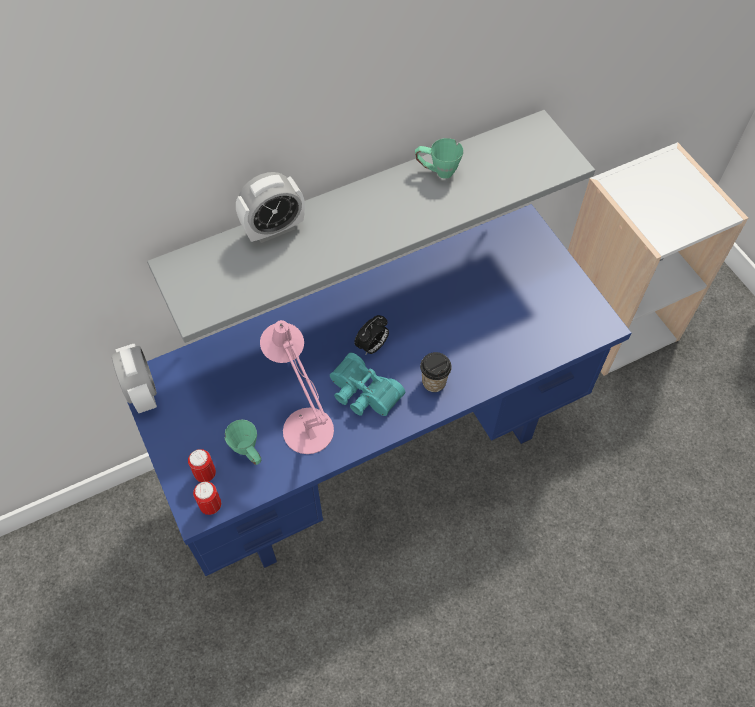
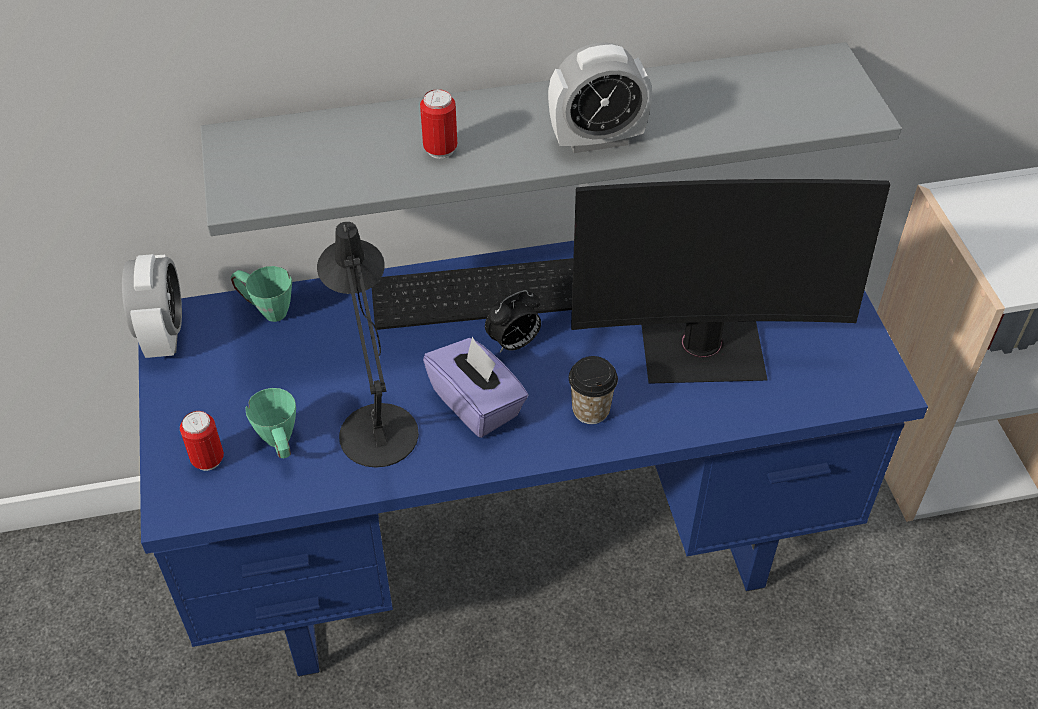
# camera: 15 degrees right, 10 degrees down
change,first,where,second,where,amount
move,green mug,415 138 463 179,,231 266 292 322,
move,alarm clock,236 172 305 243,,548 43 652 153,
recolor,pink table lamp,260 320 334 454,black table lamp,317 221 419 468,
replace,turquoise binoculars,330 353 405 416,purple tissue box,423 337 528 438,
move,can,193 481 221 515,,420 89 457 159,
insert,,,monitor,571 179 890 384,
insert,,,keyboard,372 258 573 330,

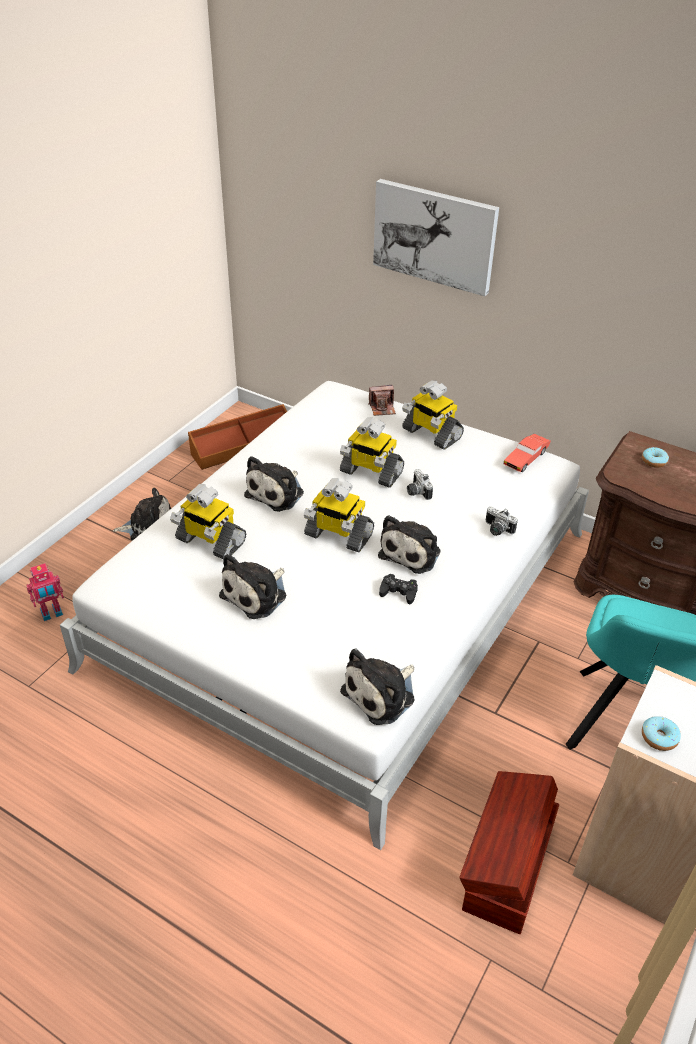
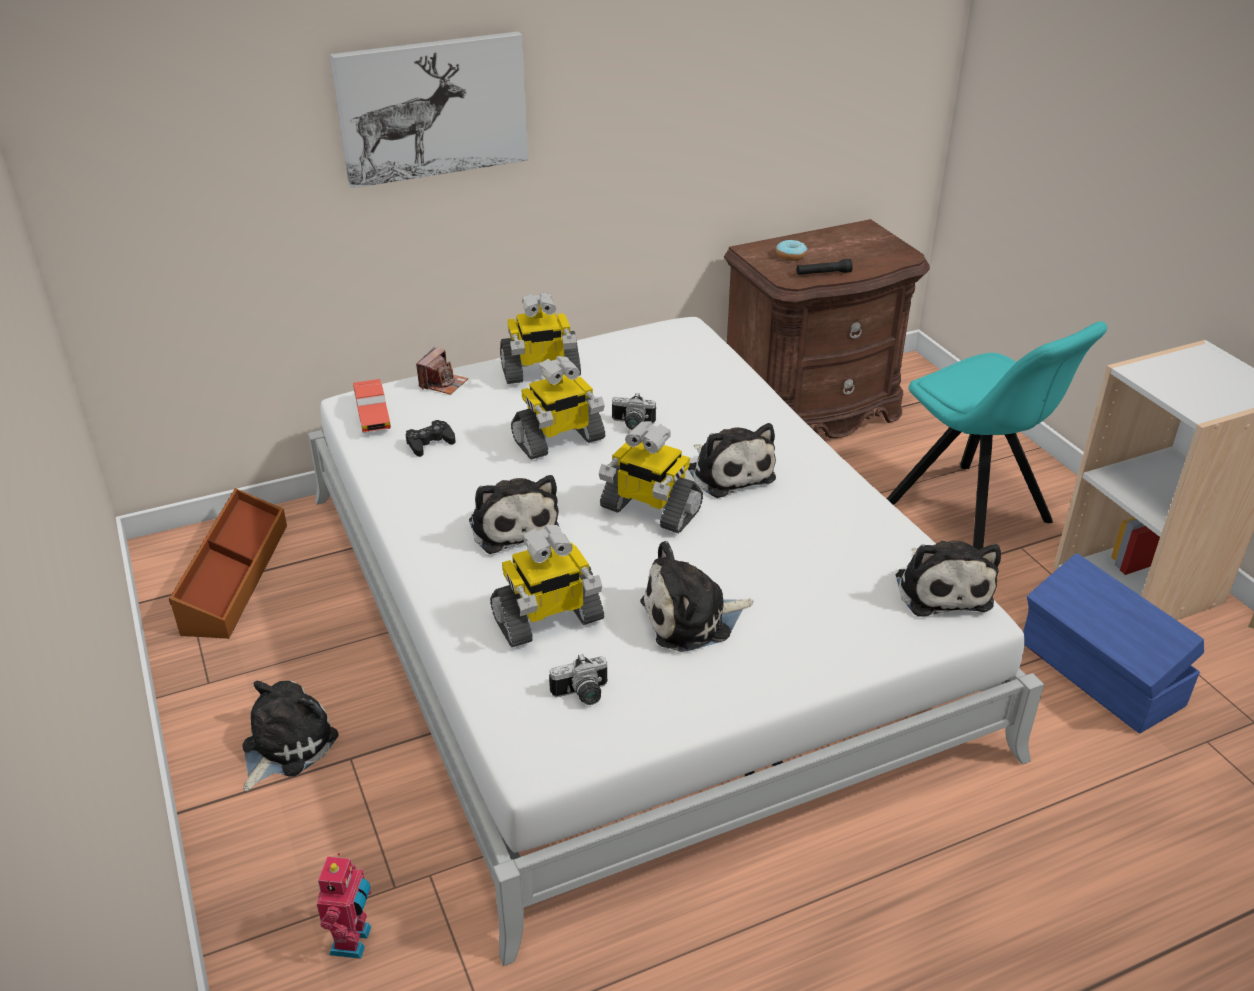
# camera: 55 degrees left, 5 degrees down
change,first,where,second,where,amount
move,red toy car,504 434 551 472,,353 379 391 432,
rotate,toy robot,304 478 374 553,,599 421 703 534,60 degrees clockwise
move,photo camera,486 507 518 536,,549 654 607 705,
rotate,plush toy,219 554 286 619,,640 541 753 652,90 degrees clockwise
move,black game controller,379 574 418 604,,406 420 456 457,
delete,donut,642 716 681 751,,,
recolor,brown storage box,459 771 559 934,blue storage box,1023 553 1204 733,
insert,,,black flashlight,797 259 853 275,

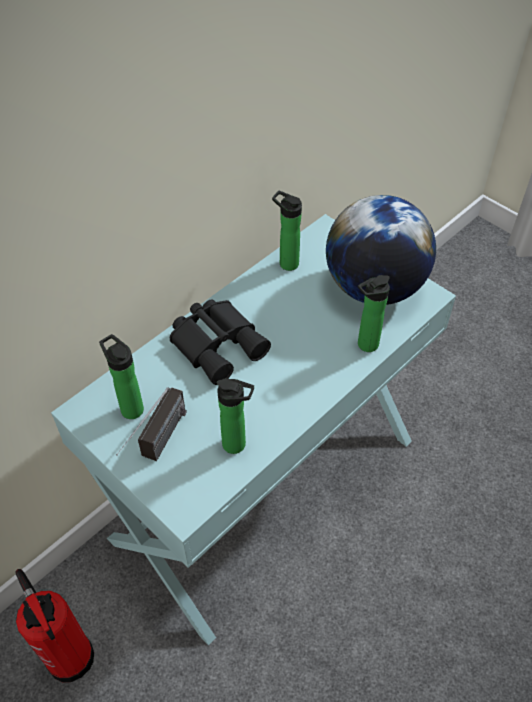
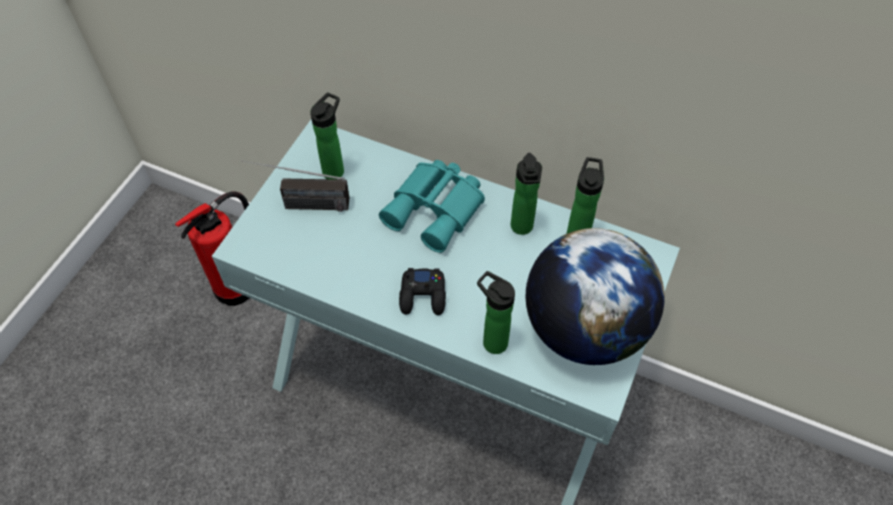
# camera: 70 degrees right, 5 degrees up
change,first,where,second,where,amount
recolor,black binoculars,170 299 271 385,turquoise binoculars,379 160 485 253,
move,bottle,217 378 254 454,,511 153 542 235,
insert,,,black game controller,399 268 446 315,

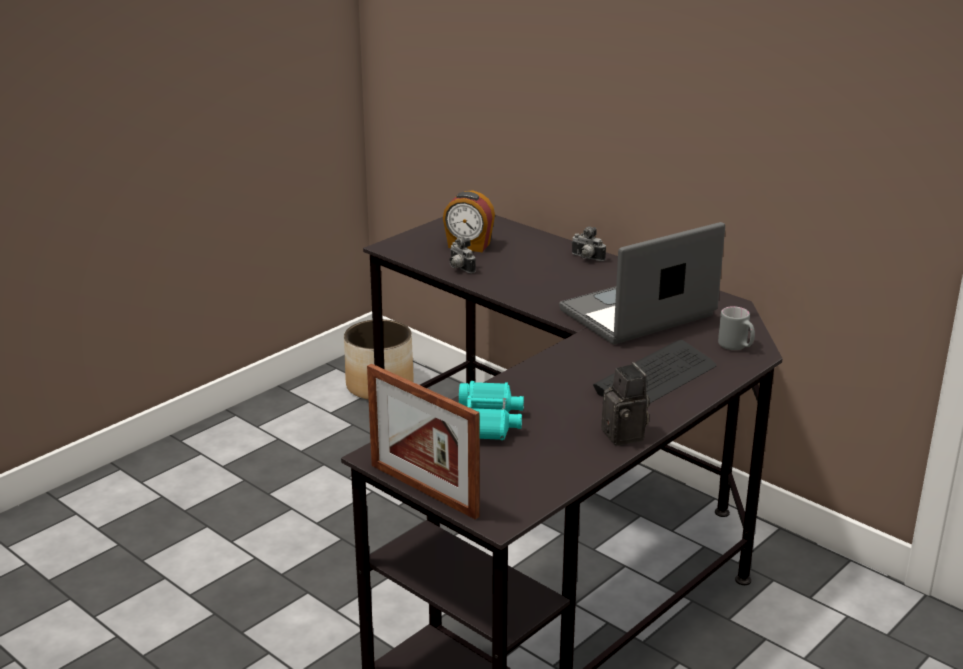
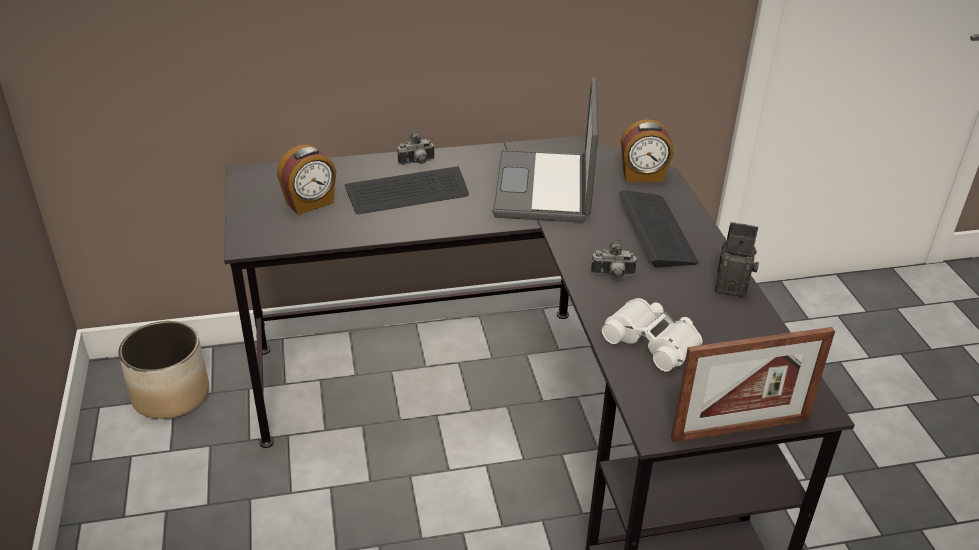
# camera: 55 degrees left, 10 degrees up
change,first,where,second,where,amount
move,photo camera,449 236 476 274,,591 239 637 279,
replace,grey mug,718 306 755 350,alarm clock,621 119 674 182,
recolor,turquoise binoculars,459 381 524 440,white binoculars,602 298 703 372,
insert,,,keyboard,345 166 469 214,

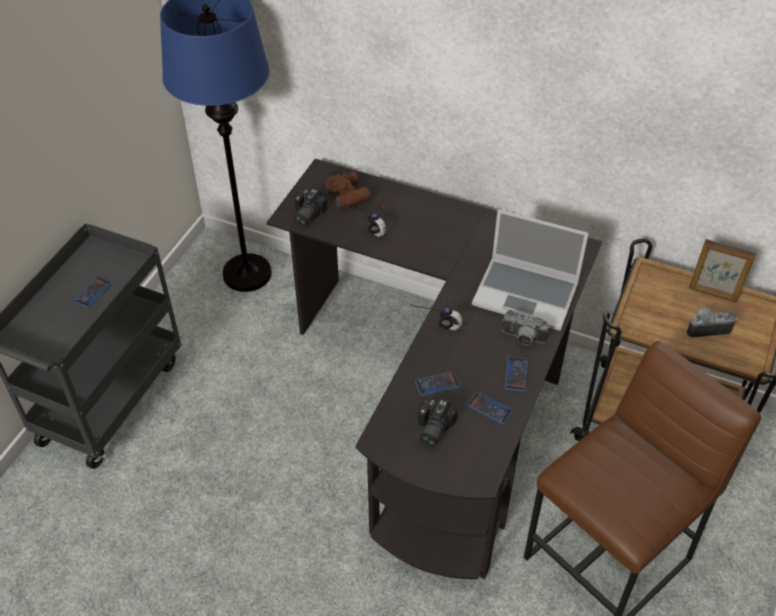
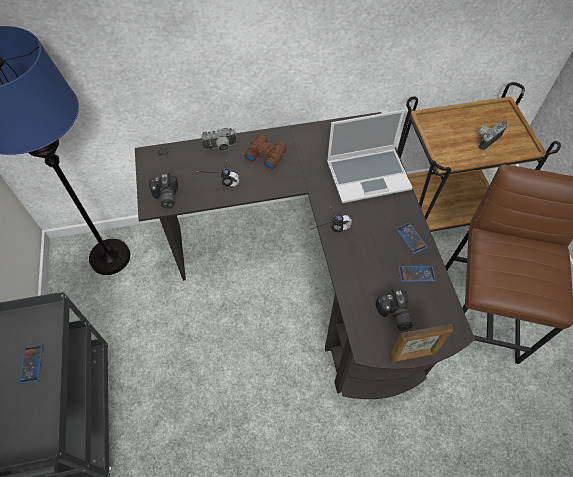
# camera: 35 degrees left, 10 degrees up
change,first,where,second,where,amount
move,brown binoculars,323 172 370 210,,245 135 287 170,
move,picture frame,689 239 756 302,,389 324 453 362,
move,photo camera,502 310 550 345,,201 128 236 151,
delete,phone,415 371 460 396,,,

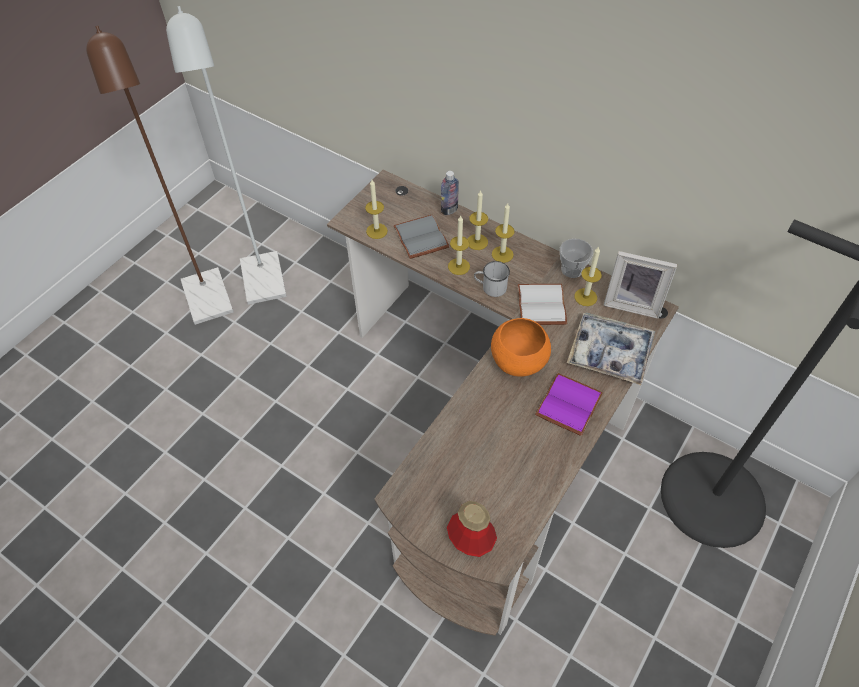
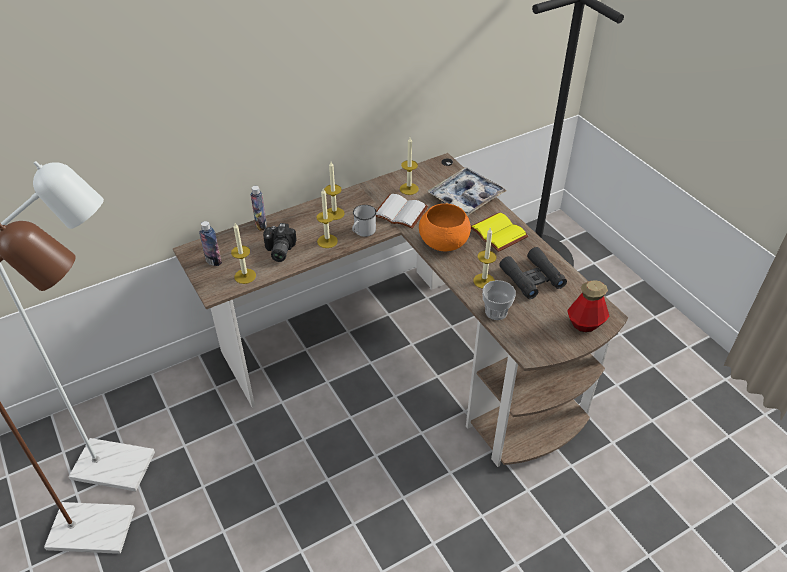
# camera: 65 degrees left, 10 degrees down
change,first,where,second,where,amount
move,candle,468 190 488 250,,473 227 496 289,
replace,grey book,394 215 449 259,photo camera,263 223 297 262,
move,cup,560 239 593 278,,482 280 516 320,
delete,picture frame,604 251 677 319,,,
recolor,purple book,535 373 603 436,yellow book,471 212 528 252,
insert,,,bottle,199 221 222 266,
insert,,,black binoculars,499 247 567 299,

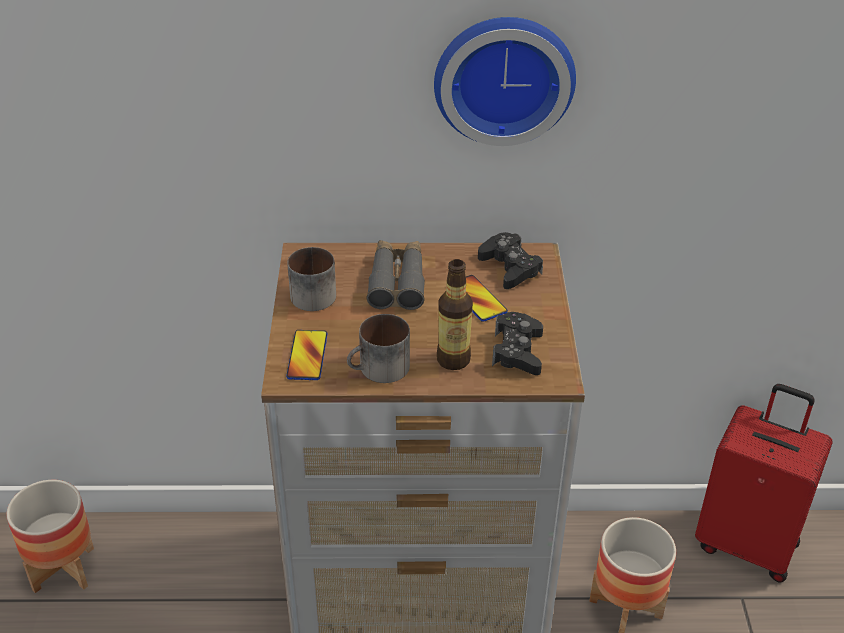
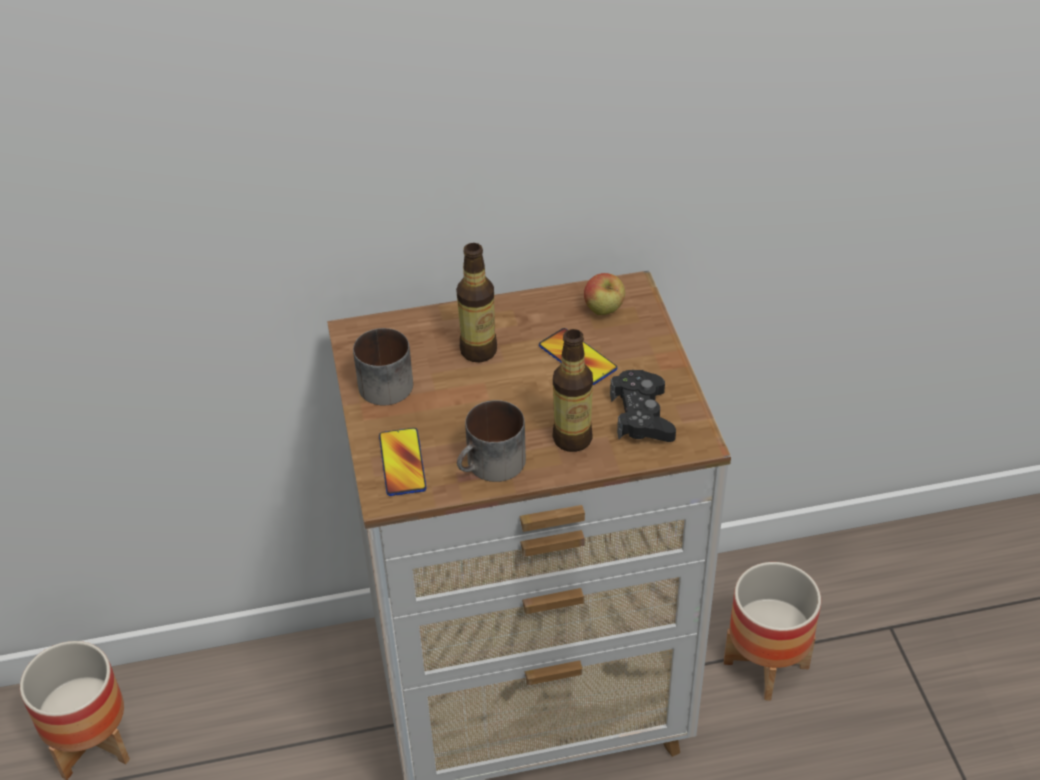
# camera: 10 degrees left, 5 degrees up
change,first,where,second,where,amount
delete,wall clock,434 17 576 146,,,
replace,black game controller,478 232 543 289,apple,584 273 625 315,
replace,grey binoculars,367 240 425 310,bottle,456 243 497 363,
delete,red suitcase,695 384 833 582,,,

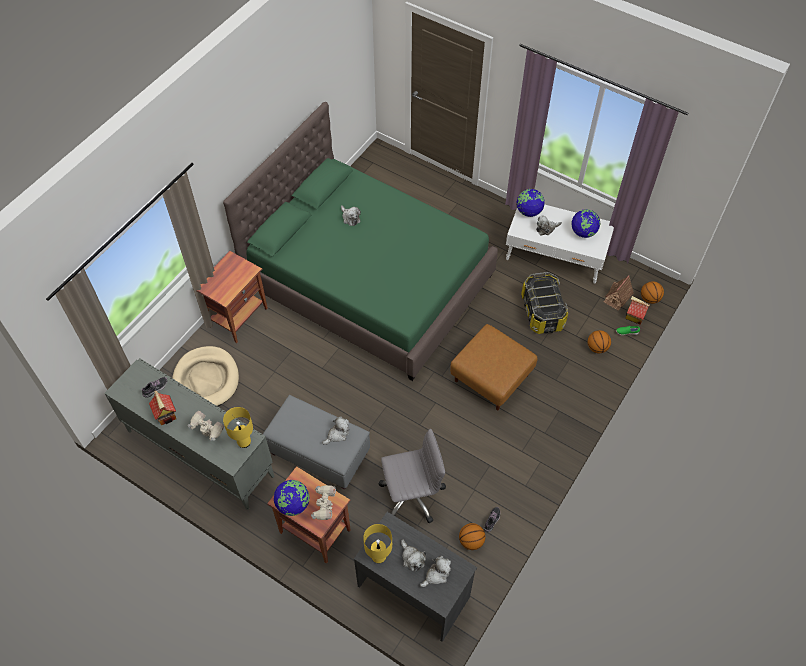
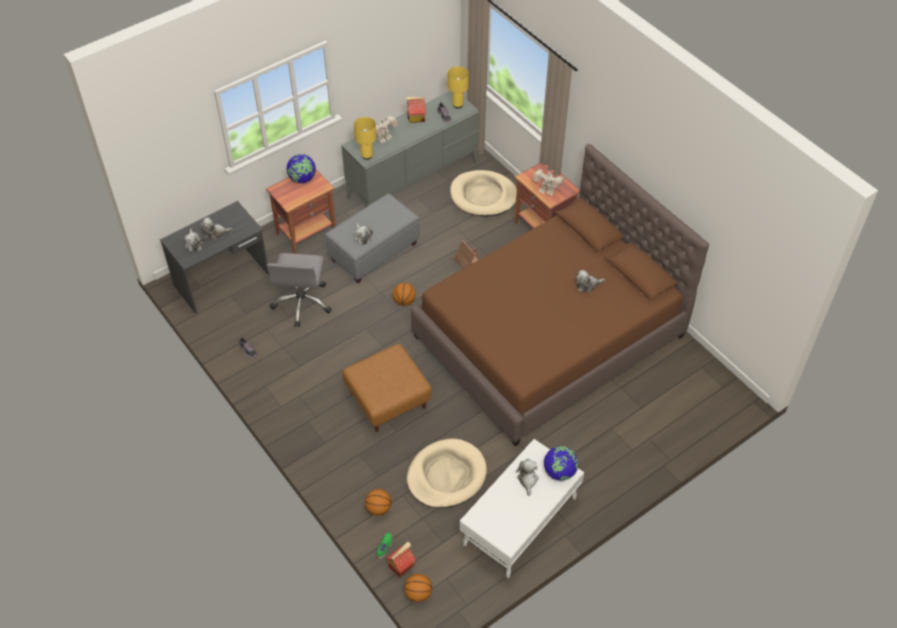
# camera: 110 degrees right, 5 degrees down
change,first,where,second,where,amount
recolor,green bed,223 102 498 381,brown bed,411 144 709 446,
delete,globe,571 209 600 238,,,
replace,storage box,521 272 568 334,beige dog bed,407 439 487 508,
move,toy house,603 275 634 311,,452 240 479 269,
move,toy robot,311 485 336 520,,533 169 564 196,
move,basketball,459 523 485 550,,393 283 416 306,
move,yellow table lamp,363 524 392 564,,448 66 469 108,

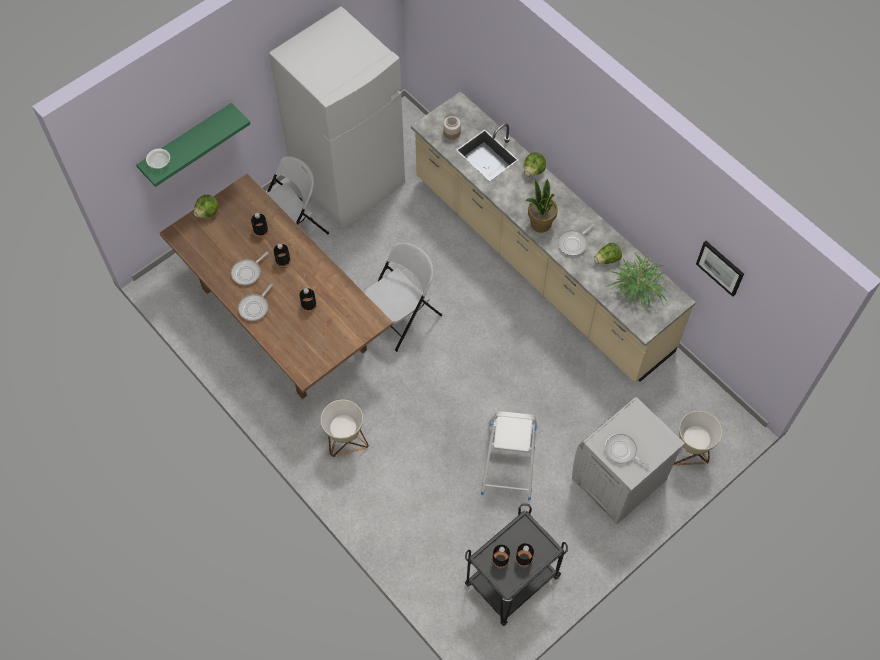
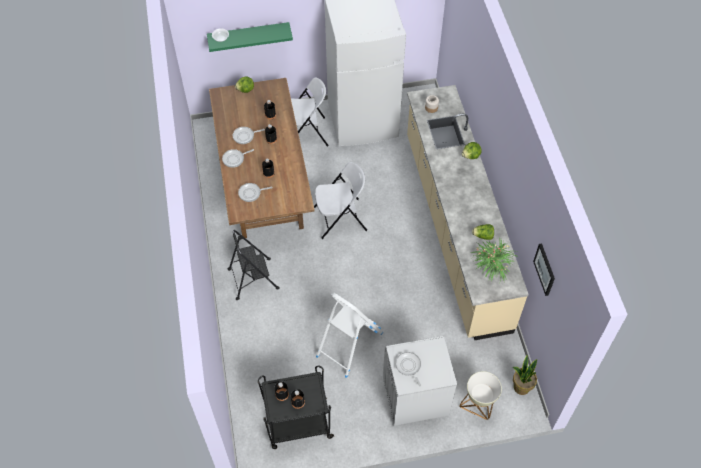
# camera: 30 degrees right, 5 degrees down
change,first,where,second,where,amount
move,potted plant,525 179 558 233,,513 355 537 395,
move,frying pan,558 224 595 256,,238 183 272 202,
replace,planter,321 400 369 457,black step ladder,228 230 280 300,

